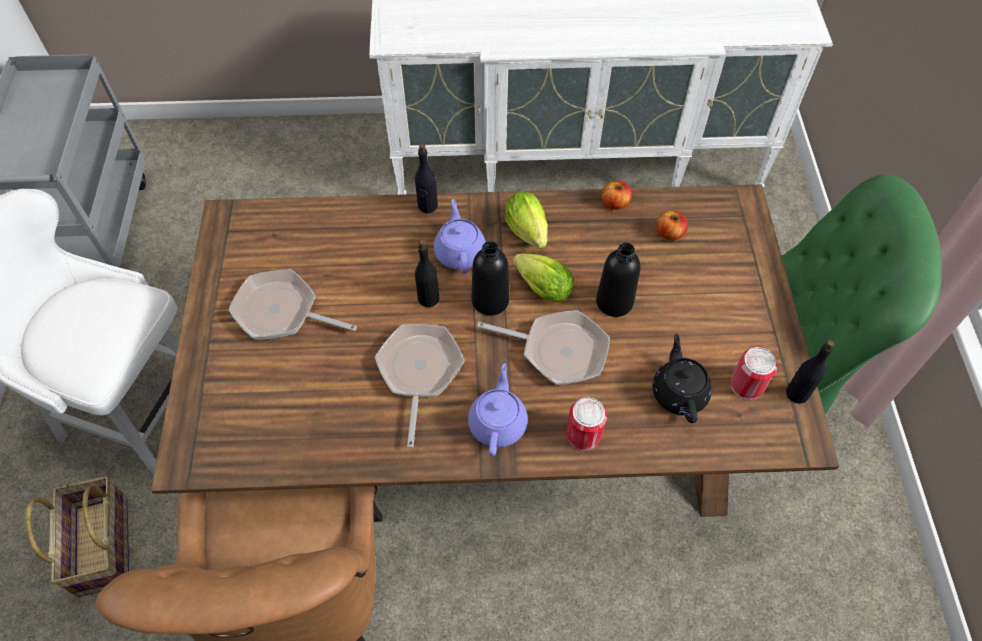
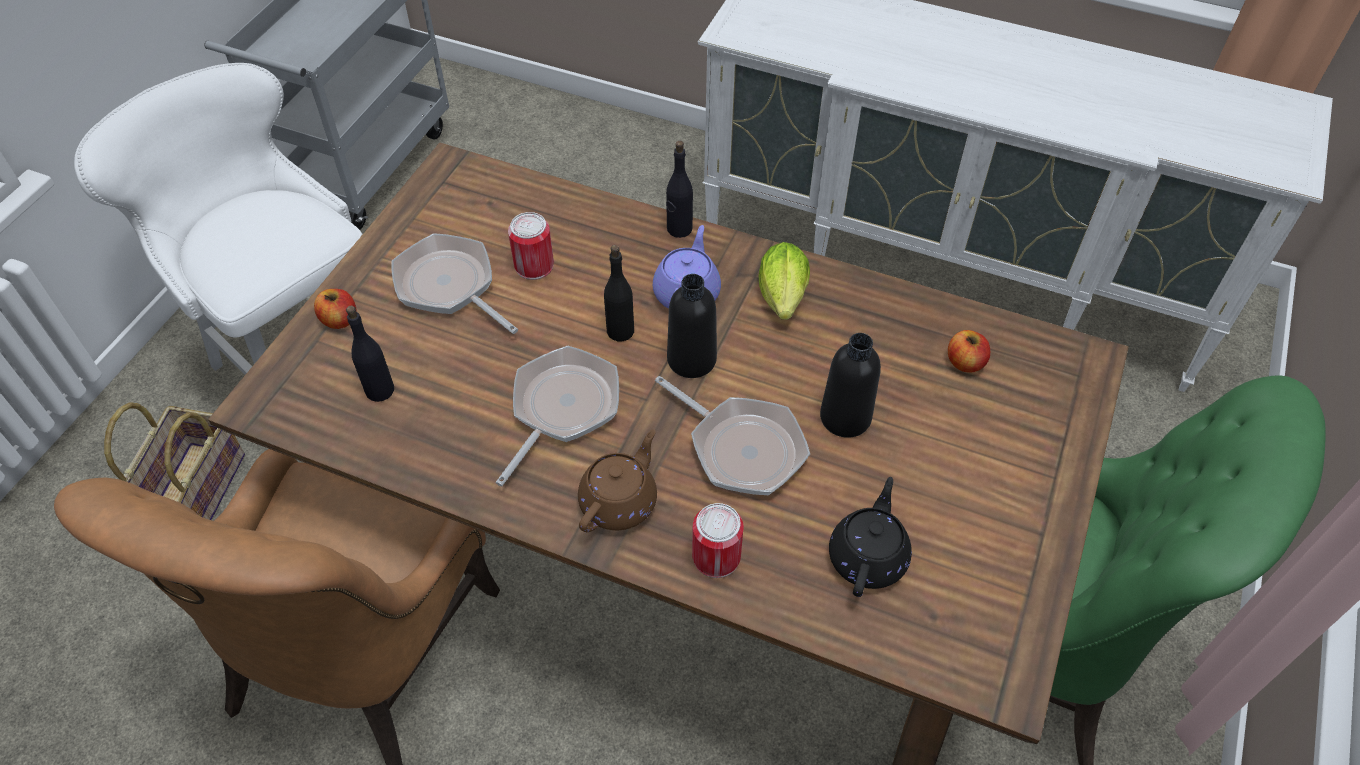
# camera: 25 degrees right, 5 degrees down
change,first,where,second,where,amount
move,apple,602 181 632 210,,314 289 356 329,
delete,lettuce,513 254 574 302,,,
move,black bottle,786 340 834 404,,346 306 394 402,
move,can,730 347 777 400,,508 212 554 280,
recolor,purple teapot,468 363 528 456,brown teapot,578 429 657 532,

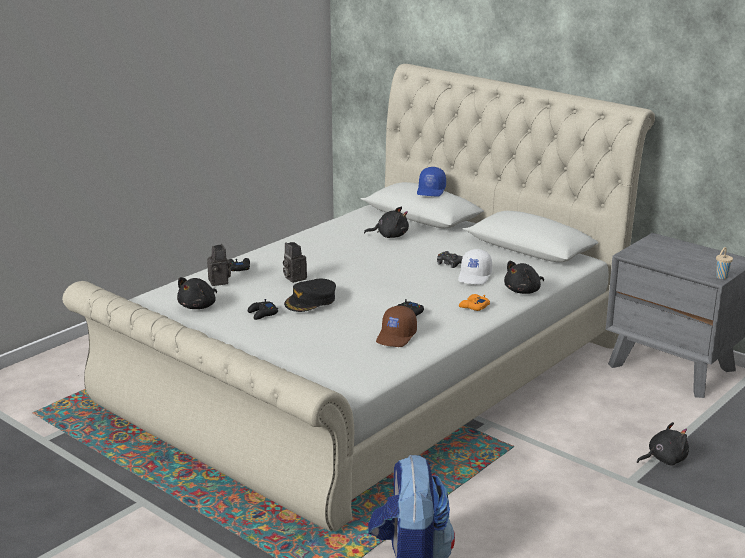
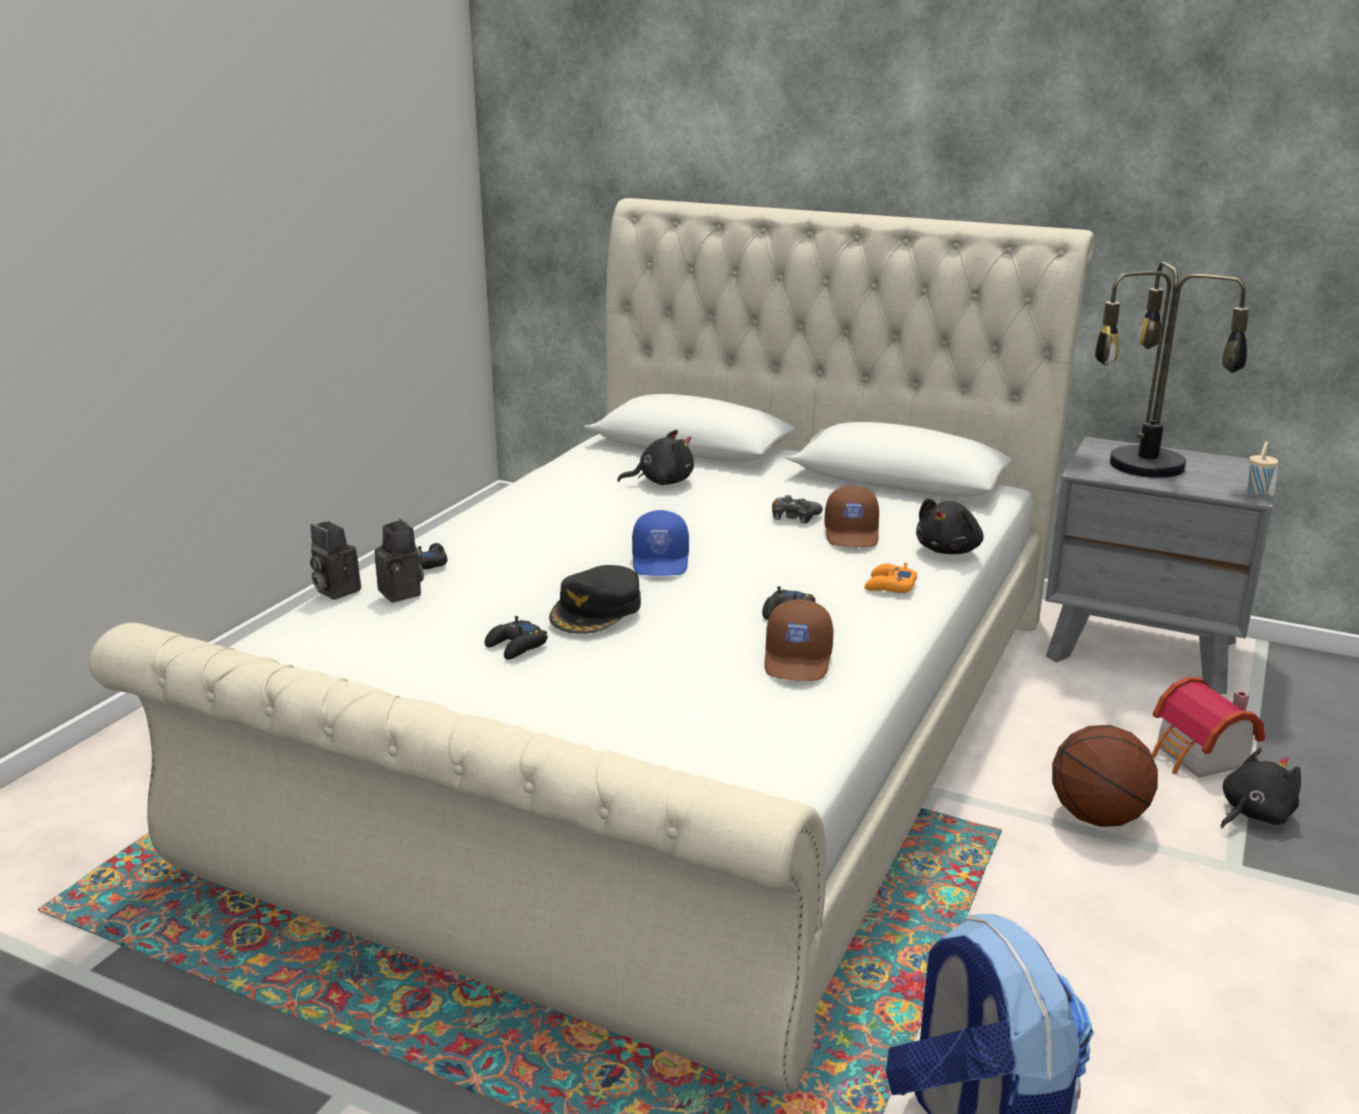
# camera: 15 degrees left, 0 degrees up
change,first,where,second,where,amount
move,blue cap,417 167 446 197,,632 510 689 576,
move,photo camera,283 242 307 283,,310 521 361 600,
recolor,white cap,458 249 492 285,brown cap,824 486 879 547,
delete,black plush toy,177 277 217 309,,,
insert,,,table lamp,1095 261 1249 478,
insert,,,toy house,1152 677 1265 778,
insert,,,basketball,1052 725 1158 827,

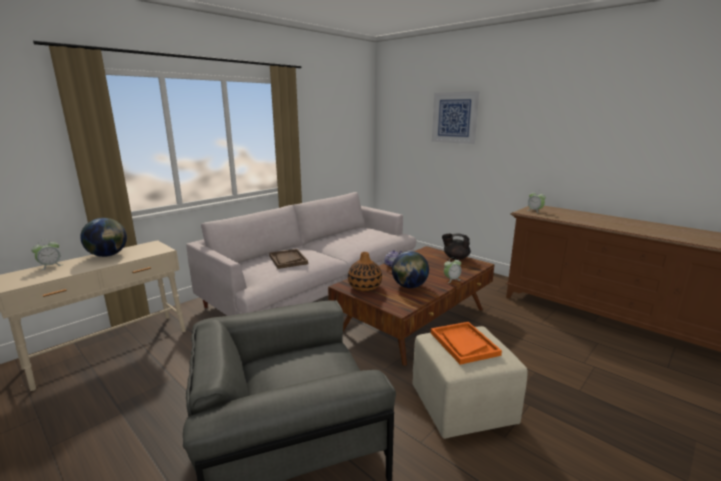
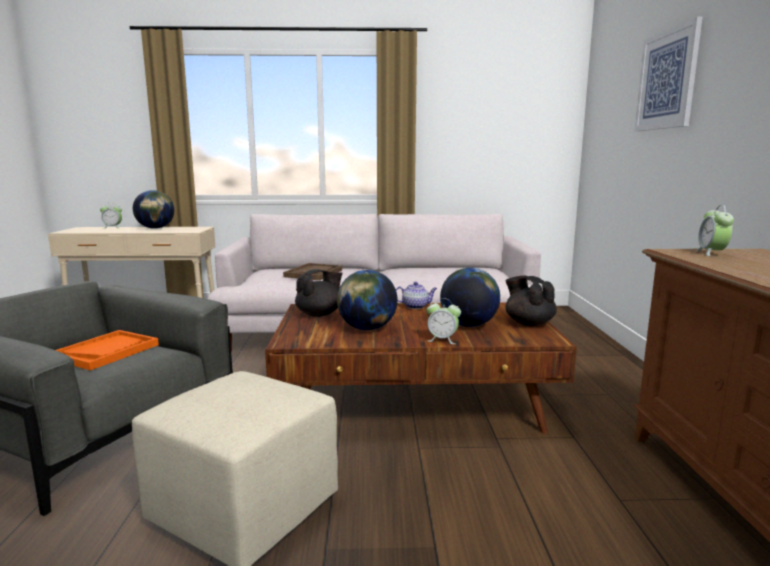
# camera: 45 degrees right, 5 degrees down
change,first,where,second,where,amount
replace,vase,348 252 382 291,black teapot,295 269 342 317,
move,orange tray,431 322 502 365,,56 330 159 370,
insert,,,globe,440 268 500 327,

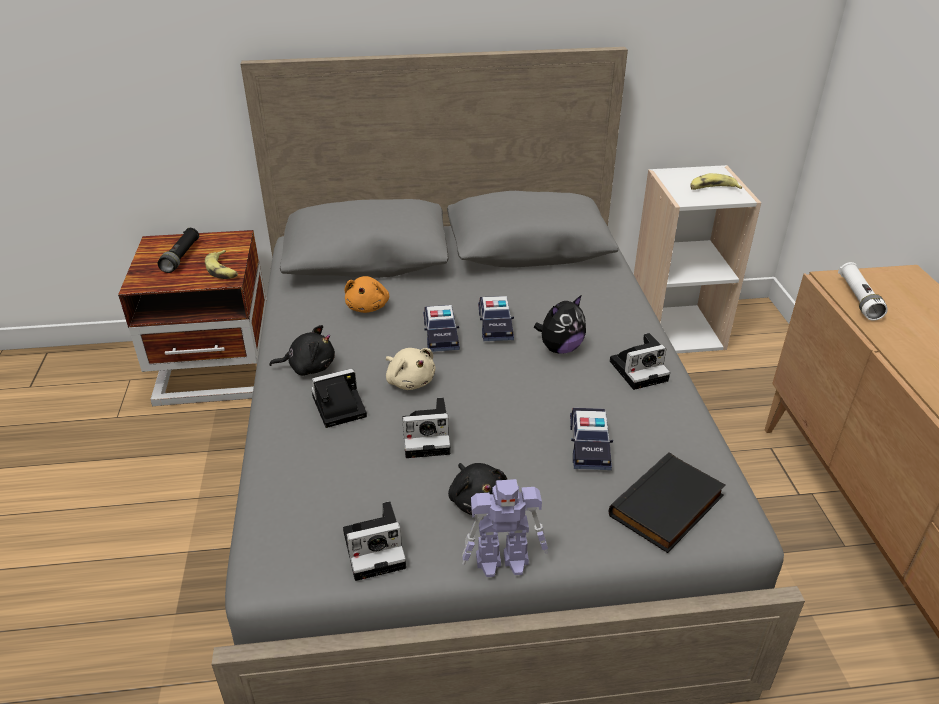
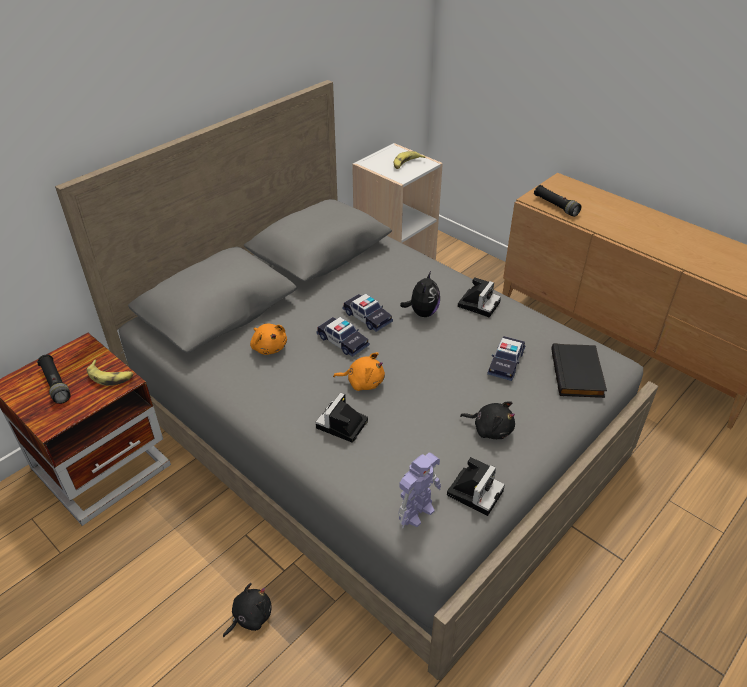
# camera: 40 degrees left, 5 degrees up
change,first,where,second,where,amount
recolor,white flashlight,838 262 888 321,black flashlight,534 185 581 217,
move,black plush toy,269 325 335 376,,223 583 271 638,
recolor,beige plush toy,386 348 436 390,orange plush toy,333 352 385 391,
delete,photo camera,402 398 451 458,,,
rotate,toy car,570 408 613 470,,487 336 525 381,60 degrees clockwise
move,toy robot,462 479 548 577,,398 453 441 529,

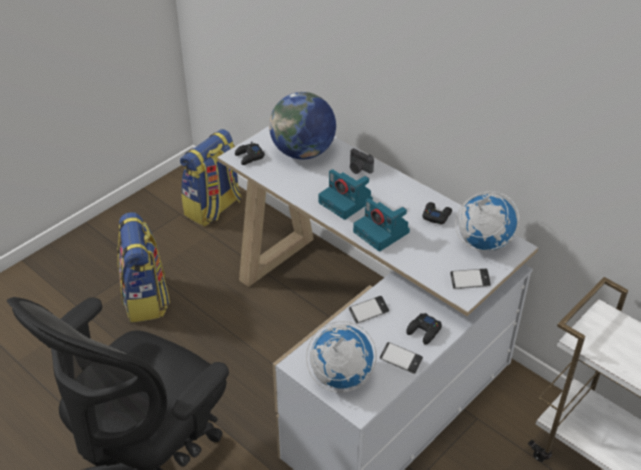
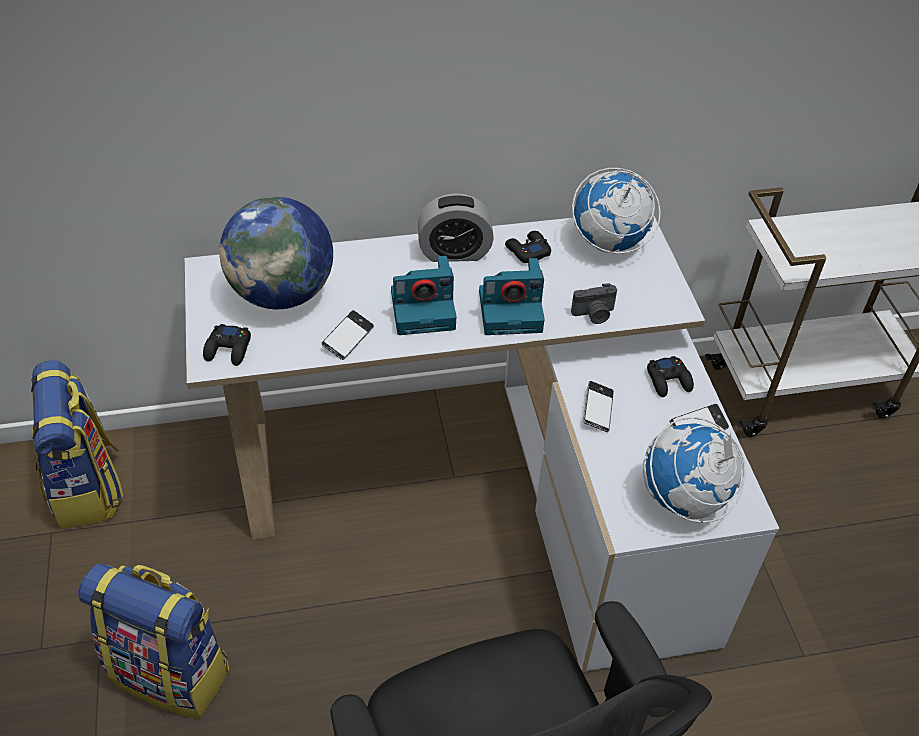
# camera: 55 degrees left, 5 degrees up
change,first,where,second,where,amount
move,photo camera,350 148 374 174,,571 283 617 324,
move,phone,450 268 491 289,,321 310 374 360,
insert,,,alarm clock,418 193 494 262,

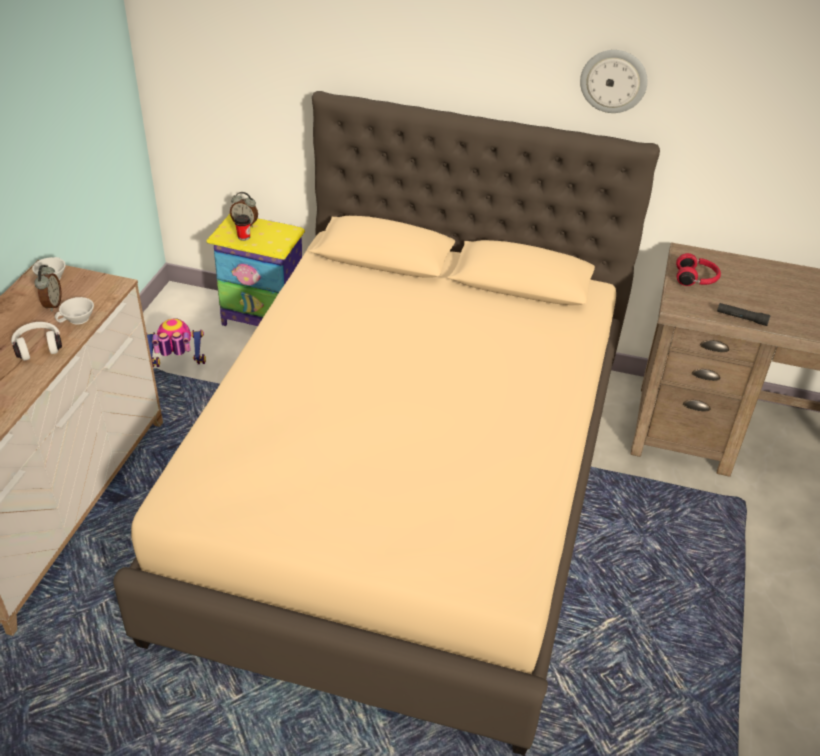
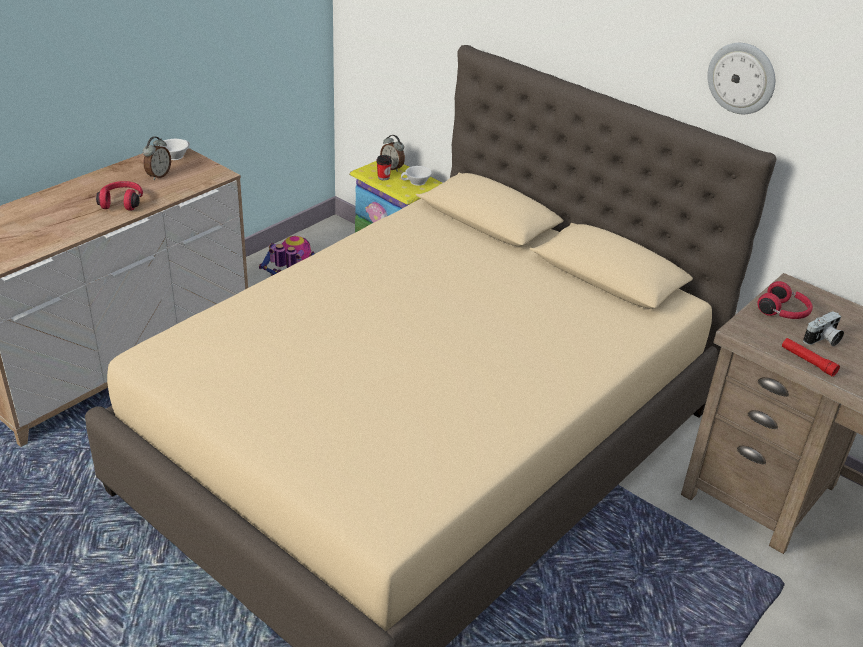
# camera: 25 degrees right, 5 degrees down
change,first,where,second,where,amount
move,white cup,55 297 94 324,,401 166 432 186,
recolor,black flashlight,717 303 771 326,red flashlight,782 338 840 377,
recolor,white headphones,11 322 62 361,red headphones,96 181 143 211,
insert,,,photo camera,803 311 844 346,

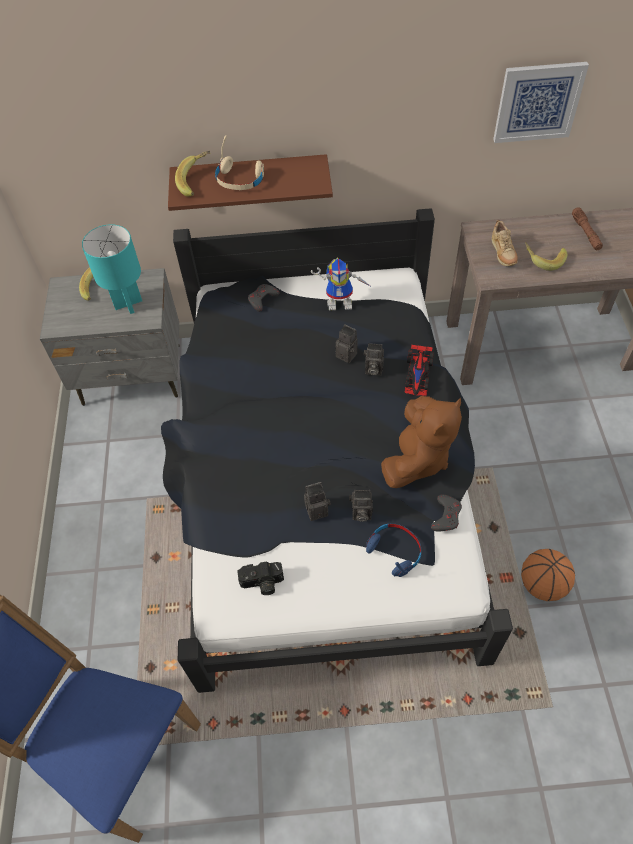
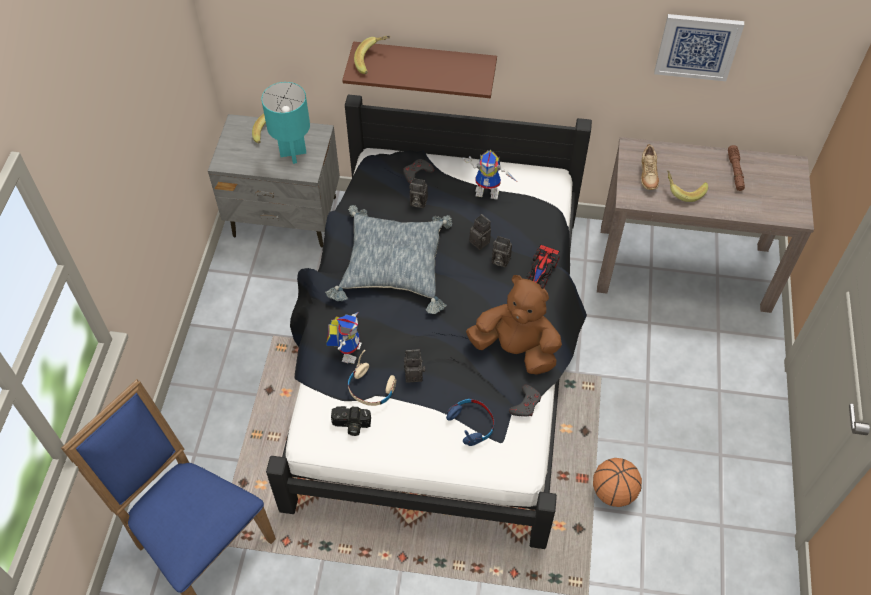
# camera: 10 degrees right, 0 degrees up
change,first,where,second,where,amount
move,beige headphones,215 135 264 190,,348 350 396 406,
rotate,brown plush toy,381 396 462 488,,466 275 562 374,105 degrees counterclockwise
move,photo camera,349 490 373 522,,409 178 428 208,
insert,,,pillow,326 205 452 314,
insert,,,toy robot,326 312 362 364,

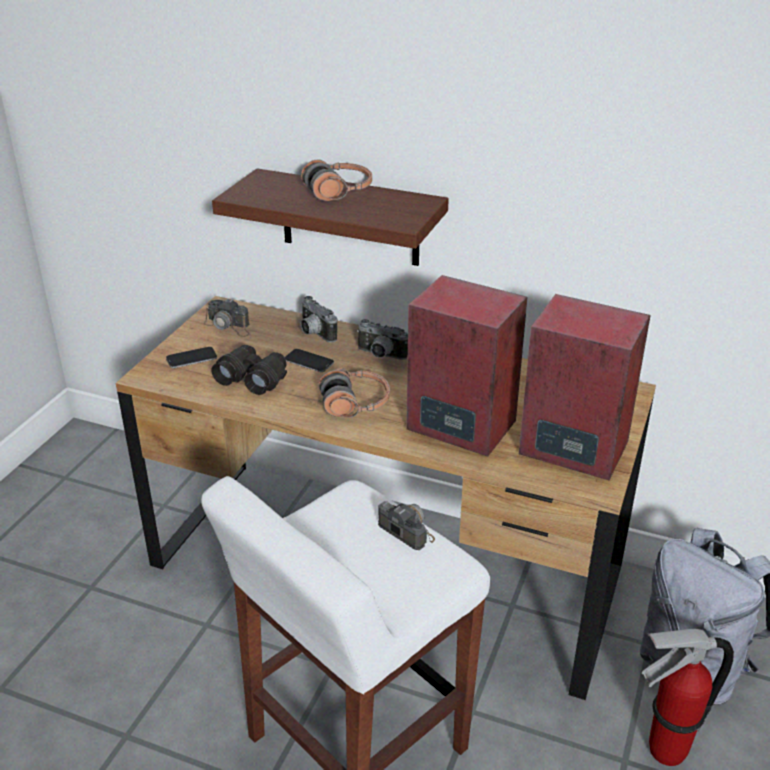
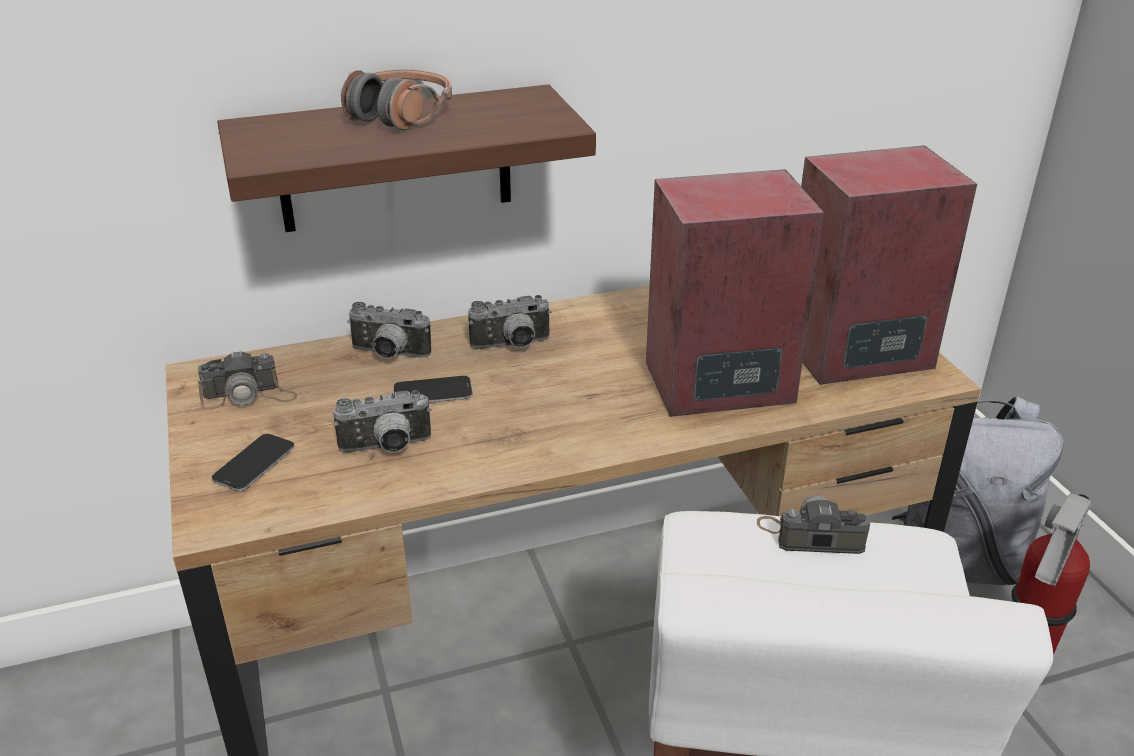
# camera: 40 degrees left, 0 degrees up
change,first,where,second,where,amount
replace,black binoculars,211 345 287 395,photo camera,333 390 431 453,
delete,headphones,318 368 390 418,,,

